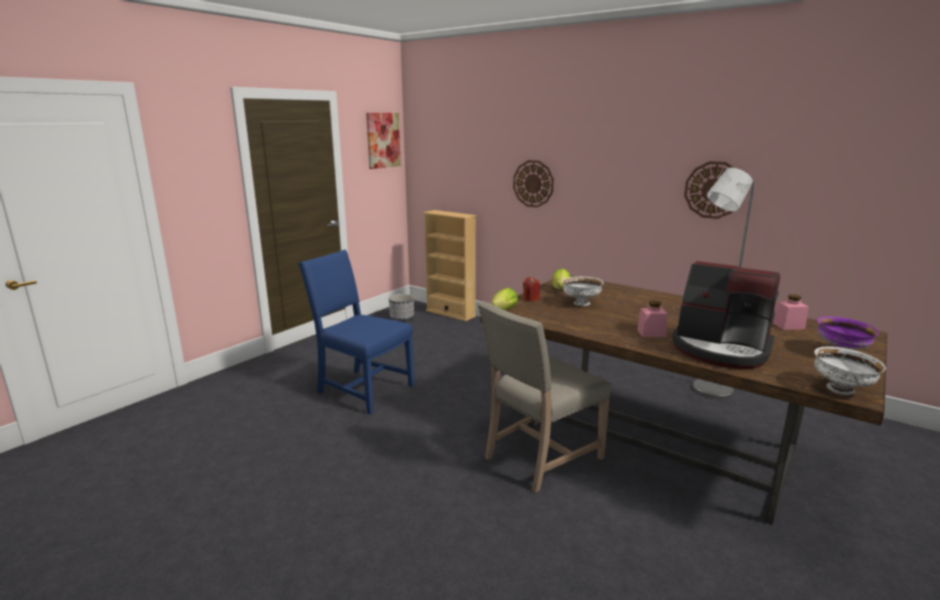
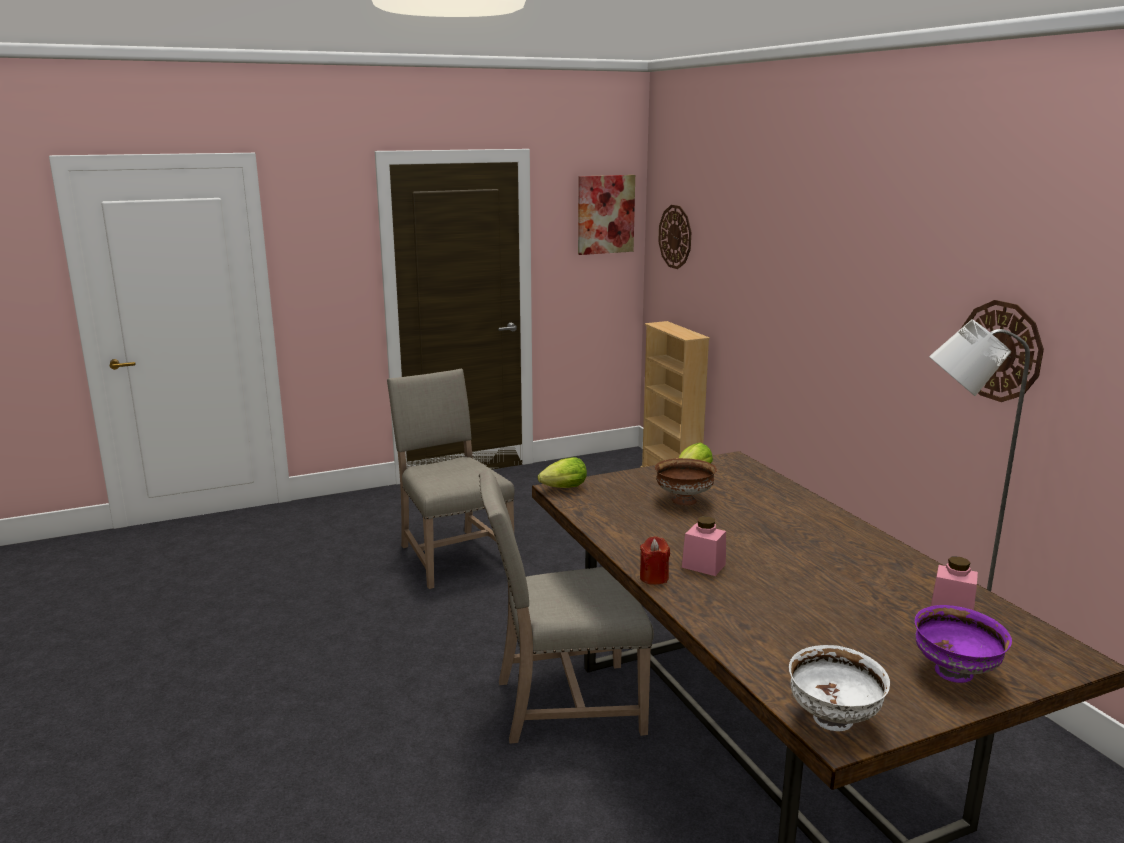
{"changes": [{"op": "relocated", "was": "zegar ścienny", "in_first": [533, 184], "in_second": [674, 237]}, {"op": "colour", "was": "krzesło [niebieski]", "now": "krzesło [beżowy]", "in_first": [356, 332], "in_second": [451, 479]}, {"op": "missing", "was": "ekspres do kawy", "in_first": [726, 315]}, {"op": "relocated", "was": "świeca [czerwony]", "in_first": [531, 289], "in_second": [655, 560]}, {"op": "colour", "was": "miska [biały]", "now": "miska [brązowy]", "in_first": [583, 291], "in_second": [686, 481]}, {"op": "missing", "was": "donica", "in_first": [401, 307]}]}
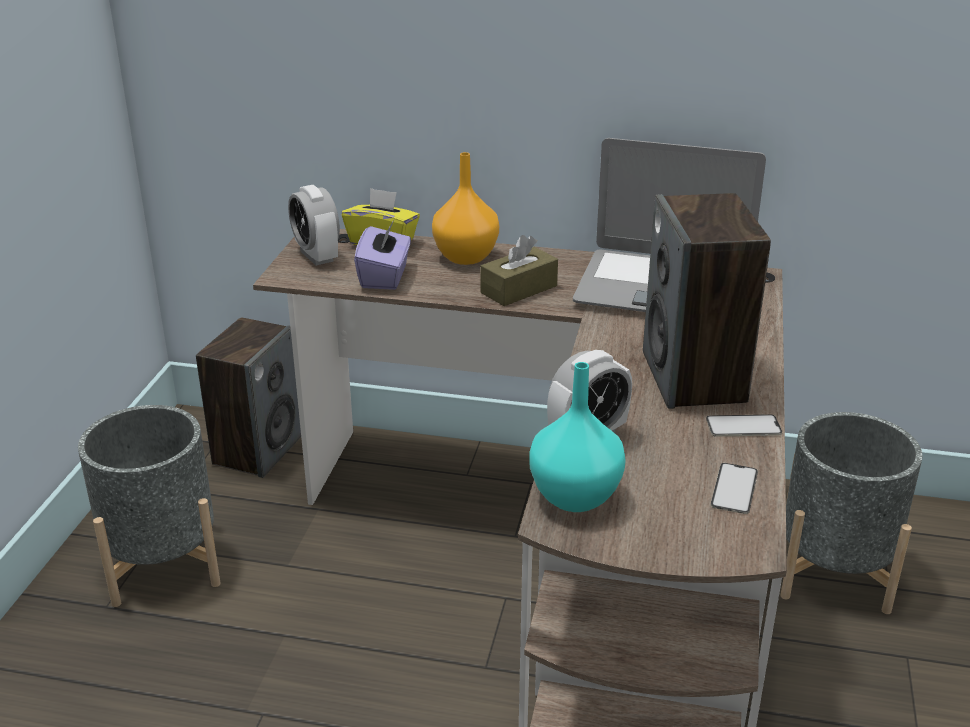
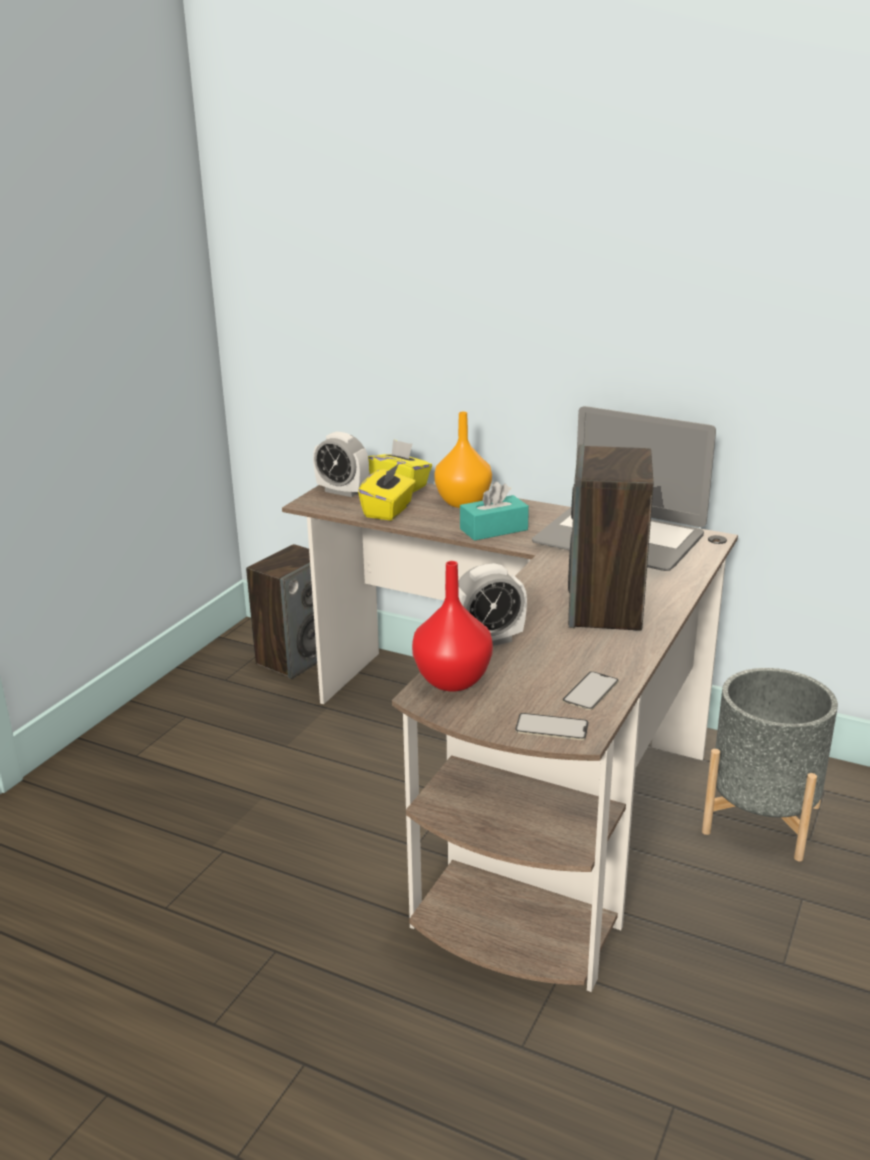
{"changes": [{"op": "spun", "was": "budzik", "in_first": [314, 225], "in_second": [341, 464], "clockwise": -45}, {"op": "colour", "was": "pudełko chusteczek [fioletowy]", "now": "pudełko chusteczek [żółty]", "in_first": [382, 255], "in_second": [387, 492]}, {"op": "colour", "was": "pudełko chusteczek [brązowy]", "now": "pudełko chusteczek [turkusowy]", "in_first": [519, 270], "in_second": [494, 511]}, {"op": "colour", "was": "wazon [turkusowy]", "now": "wazon [czerwony]", "in_first": [577, 437], "in_second": [452, 626]}, {"op": "missing", "was": "donica [szary]", "in_first": [149, 506]}, {"op": "relocated", "was": "telefon", "in_first": [744, 425], "in_second": [552, 726]}]}
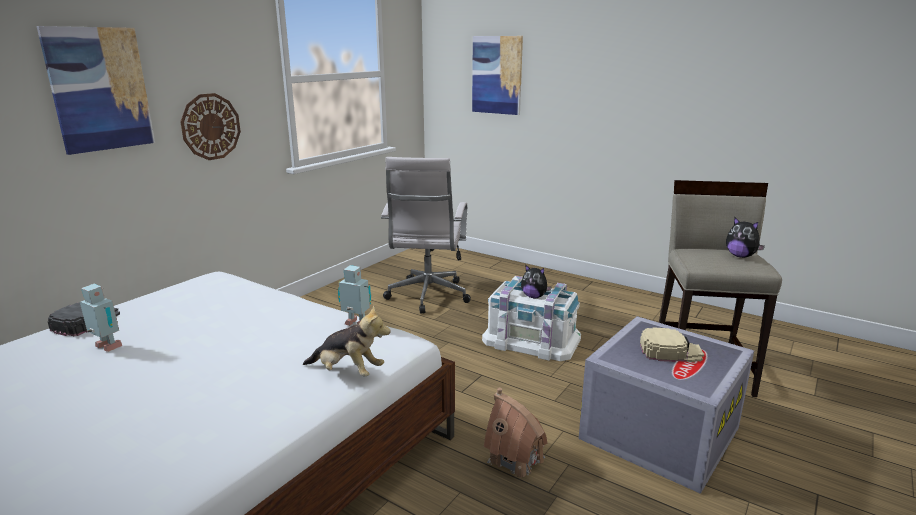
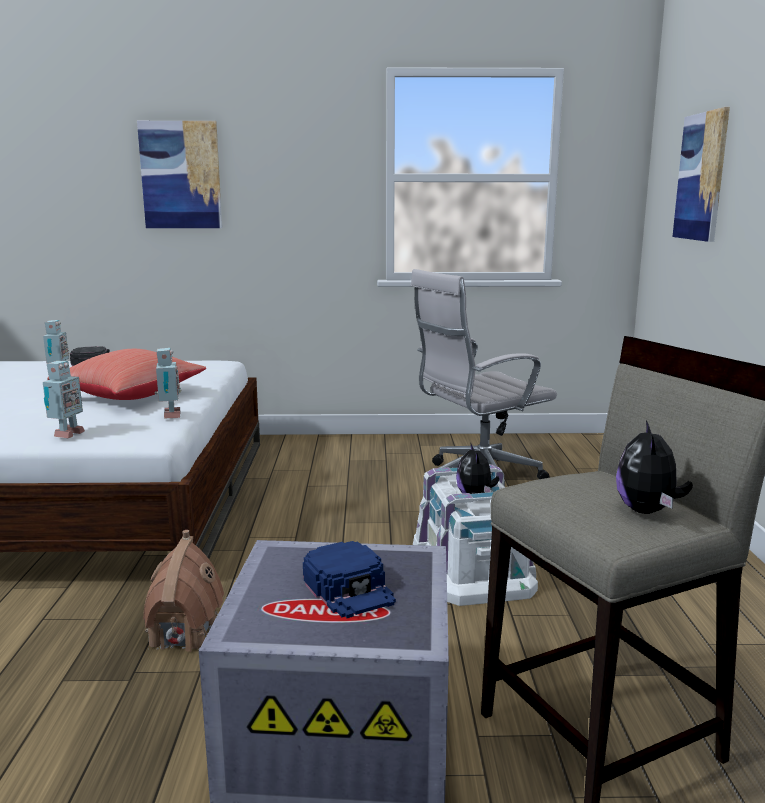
{"changes": [{"op": "missing", "was": "zegar ścienny", "in_first": [210, 126]}, {"op": "exchanged", "was": "pluszak", "now": "robot zabawkowy", "in_first": [347, 341], "in_second": [64, 399]}, {"op": "colour", "was": "czapka z daszkiem [beżowy]", "now": "czapka z daszkiem [niebieski]", "in_first": [672, 344], "in_second": [349, 579]}, {"op": "appeared", "now": "poduszka [czerwony]", "in_second": [126, 374]}]}
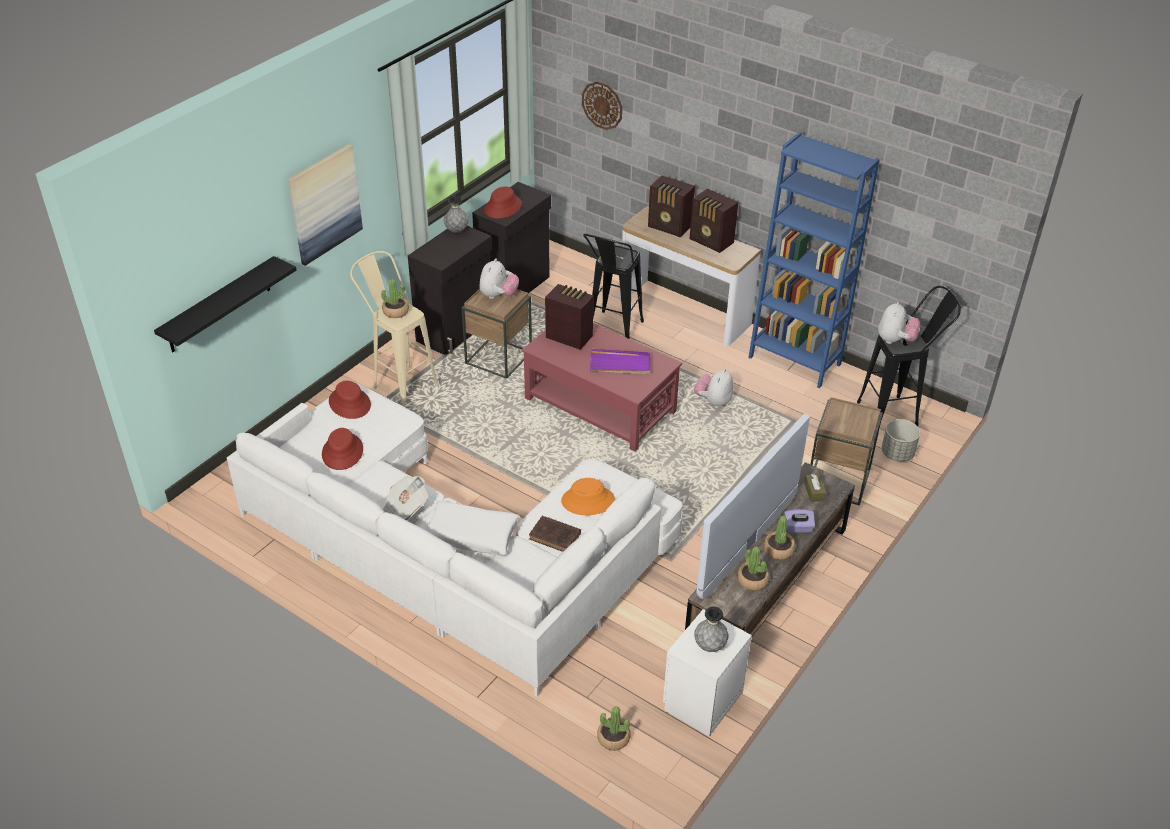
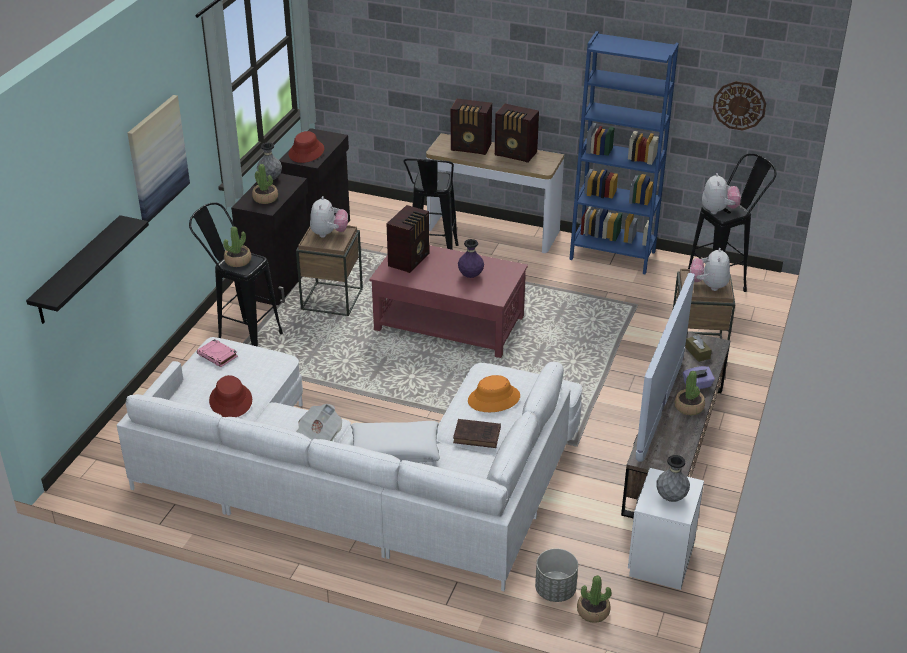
{"changes": [{"op": "relocated", "was": "zegar ścienny", "in_first": [602, 106], "in_second": [739, 105]}, {"op": "colour", "was": "stołek [beżowy]", "now": "stołek [czarny]", "in_first": [394, 329], "in_second": [236, 274]}, {"op": "spun", "was": "radio", "in_first": [569, 317], "in_second": [408, 239], "clockwise": 105}, {"op": "exchanged", "was": "taca [fioletowy]", "now": "wazon [fioletowy]", "in_first": [620, 362], "in_second": [471, 258]}, {"op": "relocated", "was": "pluszak", "in_first": [713, 388], "in_second": [710, 269]}, {"op": "exchanged", "was": "kapelusz [czerwony]", "now": "książka [różowy]", "in_first": [350, 399], "in_second": [217, 353]}, {"op": "relocated", "was": "donica [szary]", "in_first": [901, 440], "in_second": [556, 575]}, {"op": "relocated", "was": "roślina doniczkowa", "in_first": [753, 568], "in_second": [265, 184]}]}
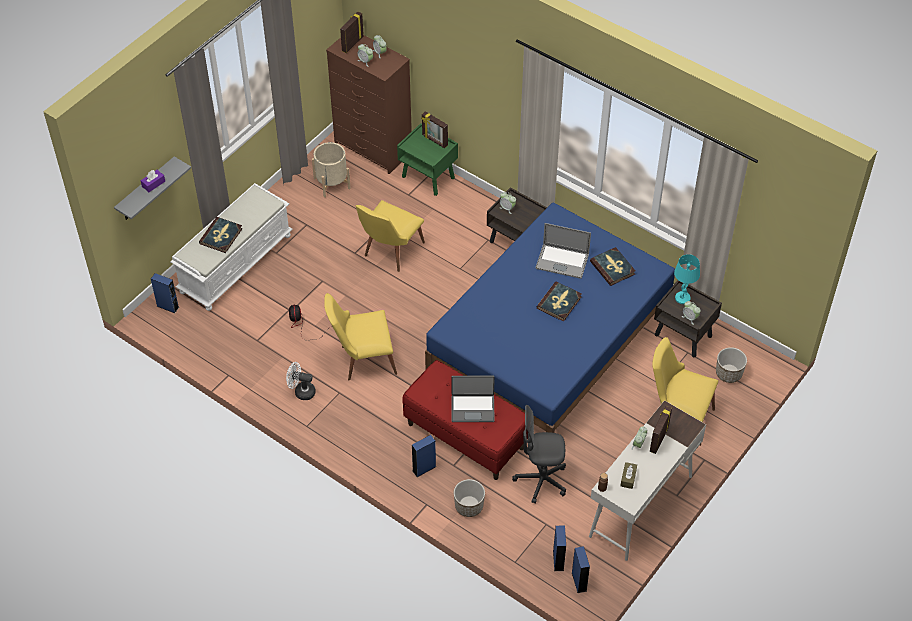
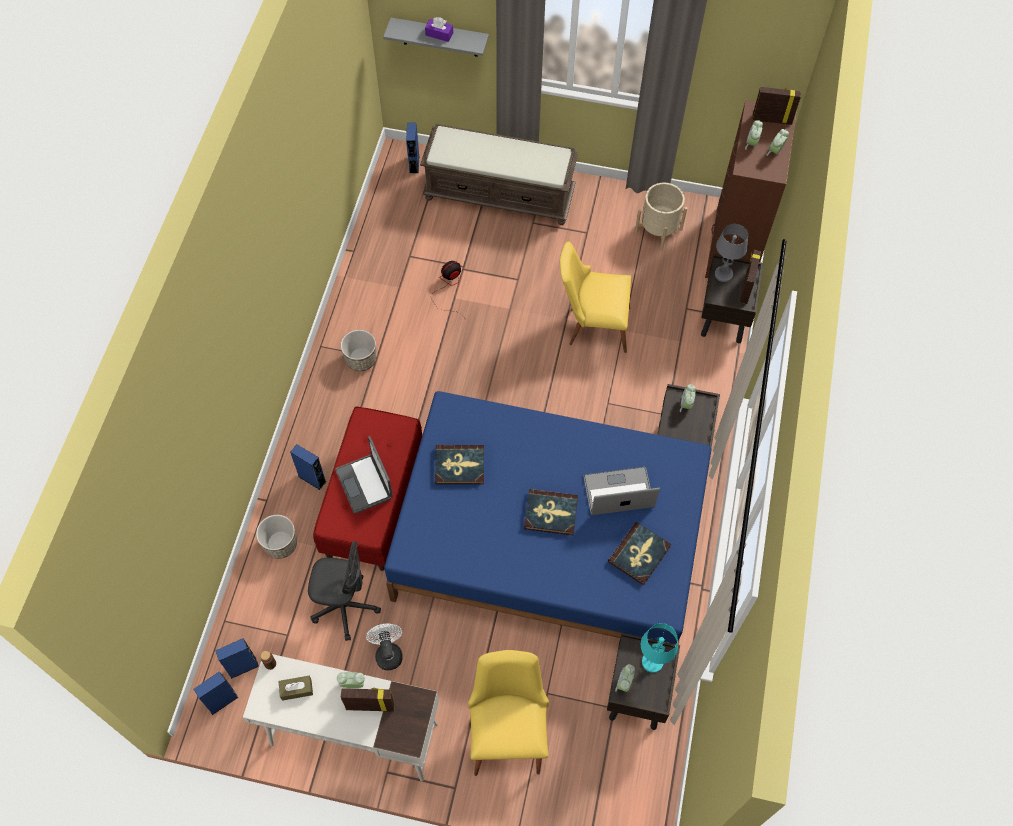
{"changes": [{"op": "colour", "was": "szafka nocna [zielony]", "now": "szafka nocna [brązowy]", "in_first": [427, 159], "in_second": [732, 298]}, {"op": "colour", "was": "ławka [biały]", "now": "ławka [brązowy]", "in_first": [231, 247], "in_second": [499, 174]}, {"op": "relocated", "was": "książka", "in_first": [220, 235], "in_second": [459, 464]}, {"op": "spun", "was": "laptop", "in_first": [563, 251], "in_second": [621, 491], "clockwise": 90}, {"op": "missing", "was": "krzesło [żółty]", "in_first": [360, 336]}, {"op": "relocated", "was": "donica", "in_first": [731, 365], "in_second": [359, 350]}, {"op": "relocated", "was": "wentylator [biały]", "in_first": [301, 381], "in_second": [384, 647]}, {"op": "spun", "was": "krzesło biurowe [szary]", "in_first": [539, 454], "in_second": [344, 591], "clockwise": 120}, {"op": "appeared", "now": "lampa stołowa [szary]", "in_second": [731, 253]}]}
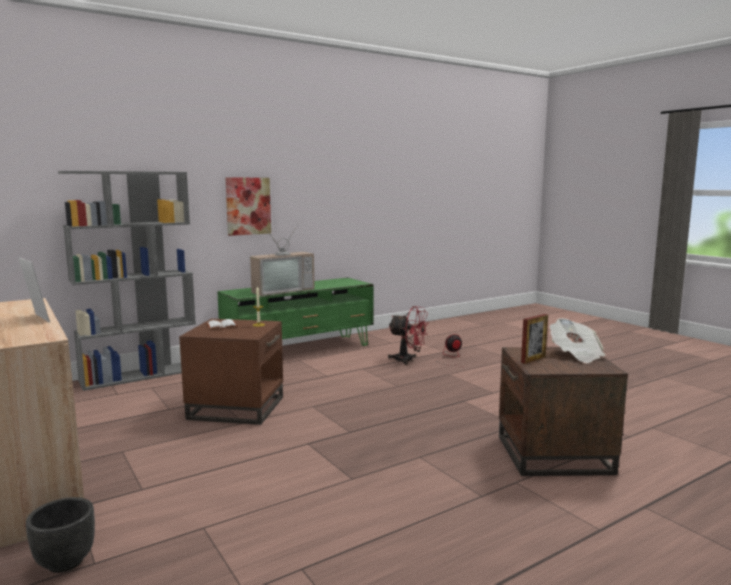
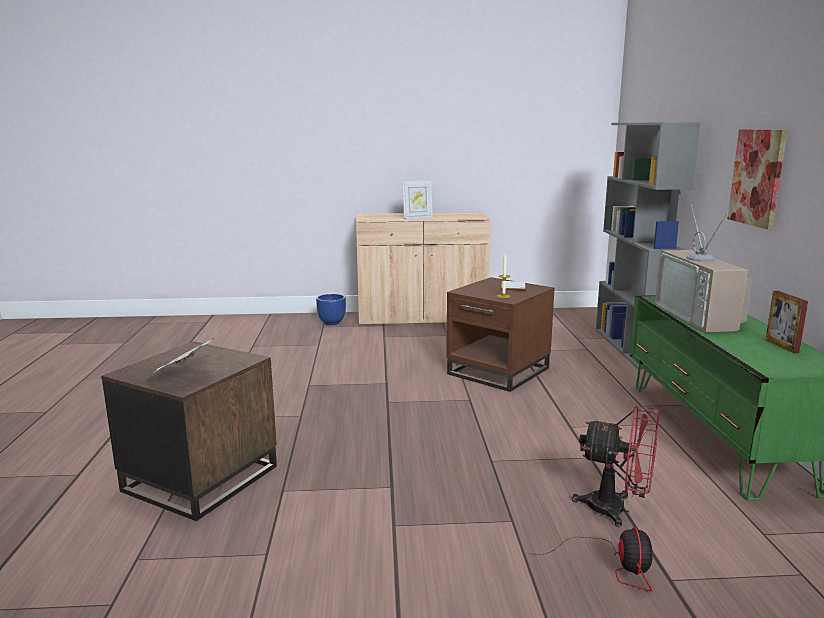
{"changes": [{"op": "spun", "was": "wentylator [czerwony]", "in_first": [408, 335], "in_second": [615, 465], "clockwise": -120}, {"op": "relocated", "was": "ramka na zdjęcie", "in_first": [534, 339], "in_second": [787, 322]}, {"op": "colour", "was": "donica [czarny]", "now": "donica [niebieski]", "in_first": [60, 535], "in_second": [331, 309]}]}
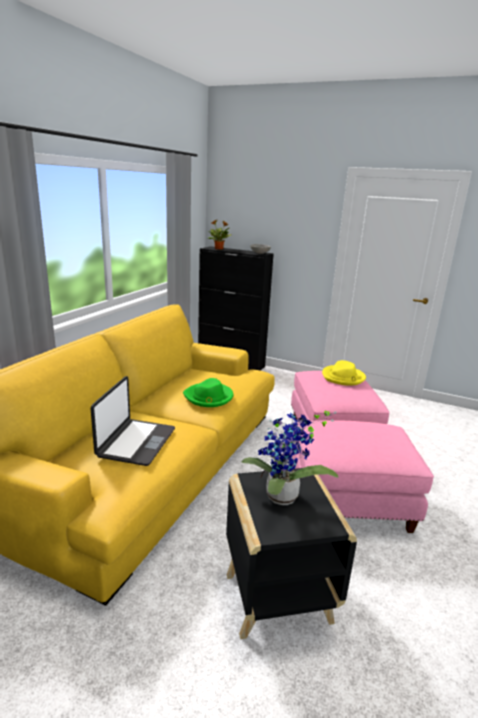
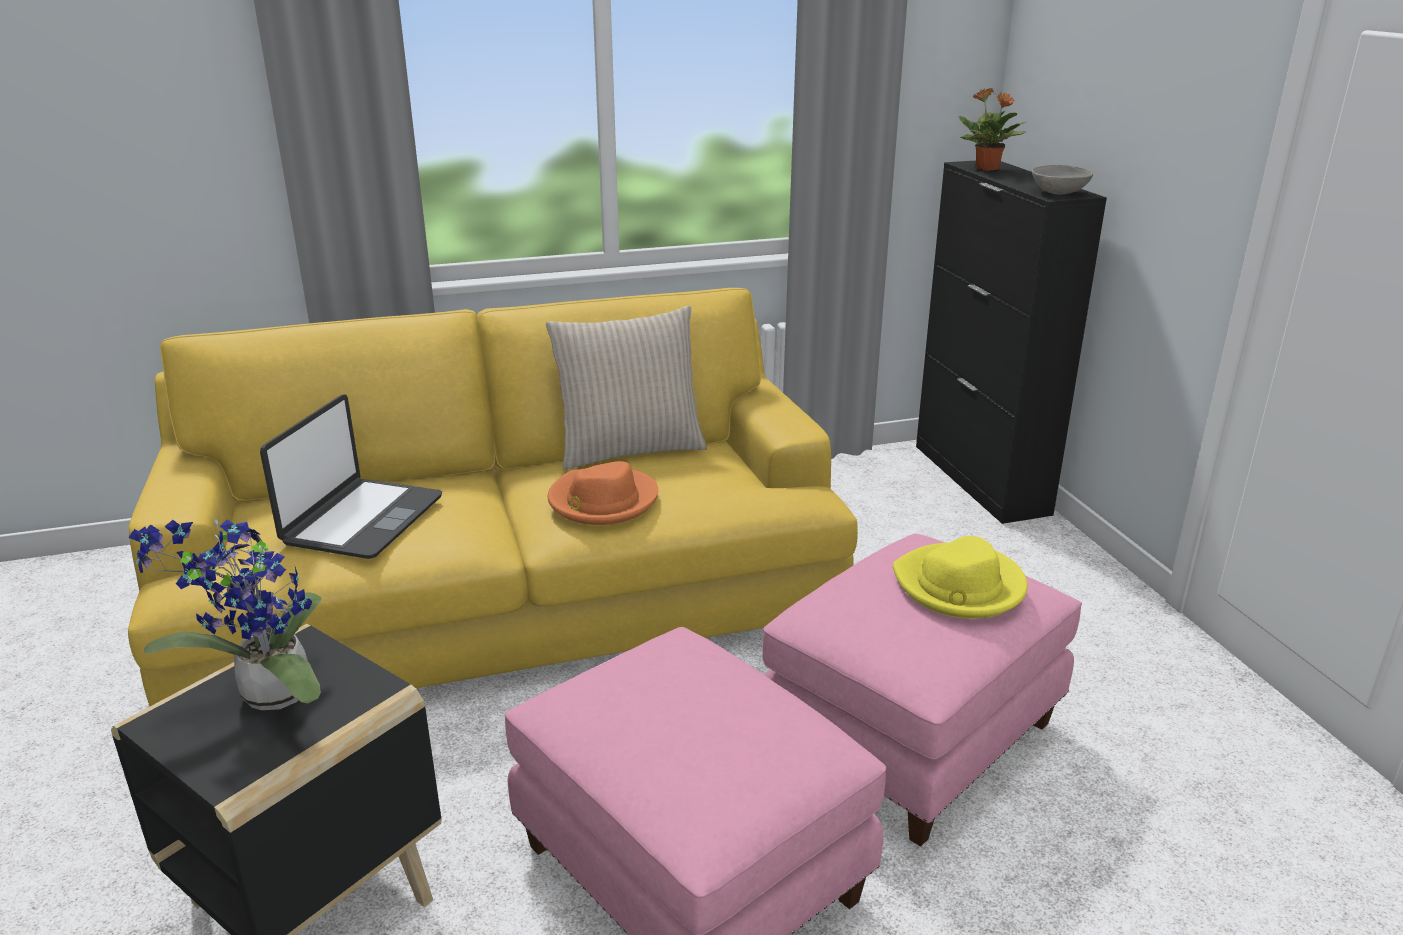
{"changes": [{"op": "spun", "was": "laptop", "in_first": [132, 421], "in_second": [351, 476], "clockwise": -45}, {"op": "colour", "was": "kapelusz [zielony]", "now": "kapelusz [pomarańczowy]", "in_first": [208, 392], "in_second": [603, 493]}, {"op": "appeared", "now": "poduszka [beżowy]", "in_second": [626, 388]}]}
